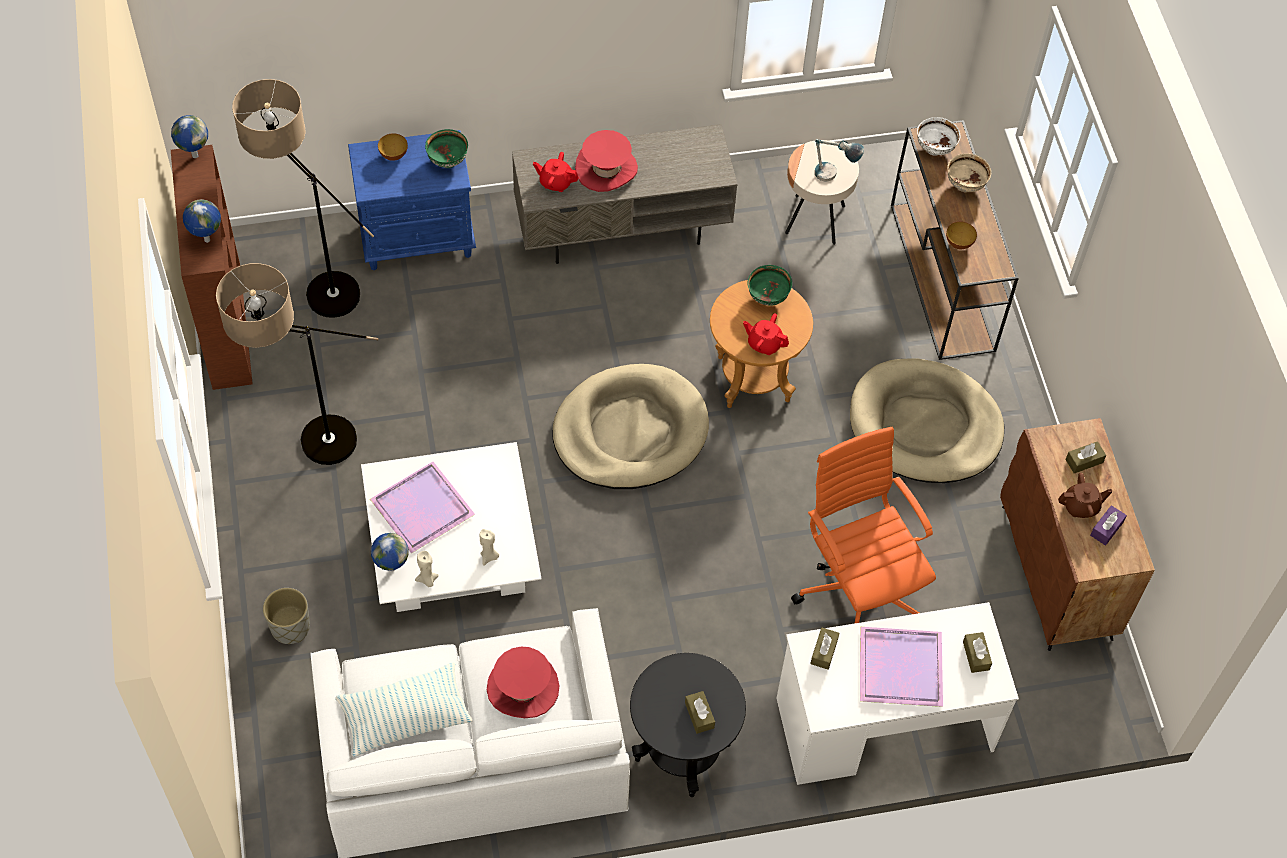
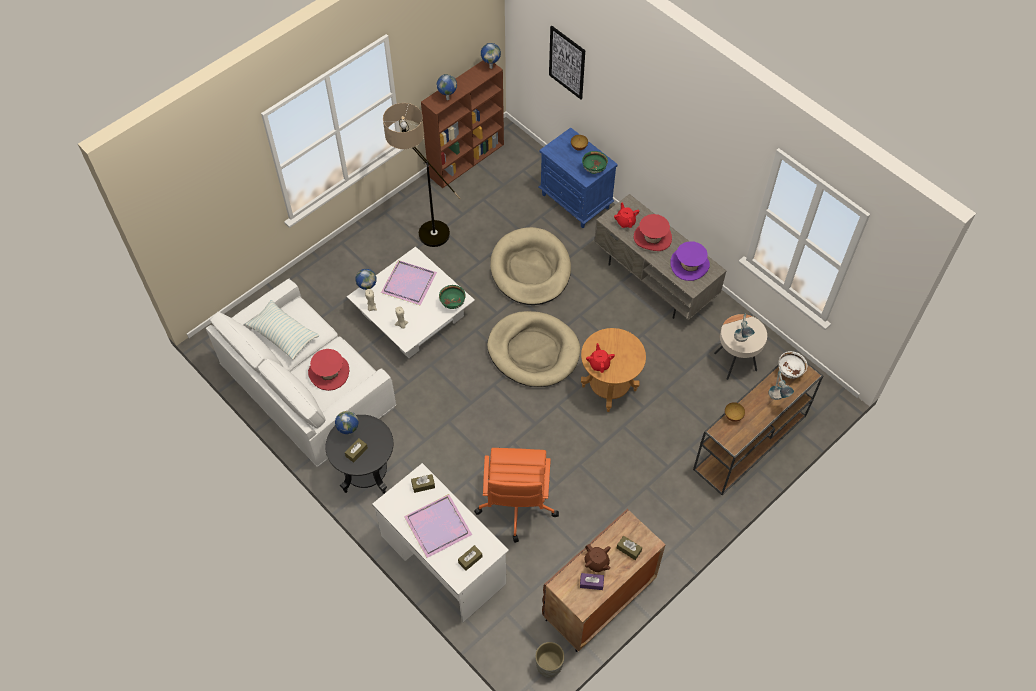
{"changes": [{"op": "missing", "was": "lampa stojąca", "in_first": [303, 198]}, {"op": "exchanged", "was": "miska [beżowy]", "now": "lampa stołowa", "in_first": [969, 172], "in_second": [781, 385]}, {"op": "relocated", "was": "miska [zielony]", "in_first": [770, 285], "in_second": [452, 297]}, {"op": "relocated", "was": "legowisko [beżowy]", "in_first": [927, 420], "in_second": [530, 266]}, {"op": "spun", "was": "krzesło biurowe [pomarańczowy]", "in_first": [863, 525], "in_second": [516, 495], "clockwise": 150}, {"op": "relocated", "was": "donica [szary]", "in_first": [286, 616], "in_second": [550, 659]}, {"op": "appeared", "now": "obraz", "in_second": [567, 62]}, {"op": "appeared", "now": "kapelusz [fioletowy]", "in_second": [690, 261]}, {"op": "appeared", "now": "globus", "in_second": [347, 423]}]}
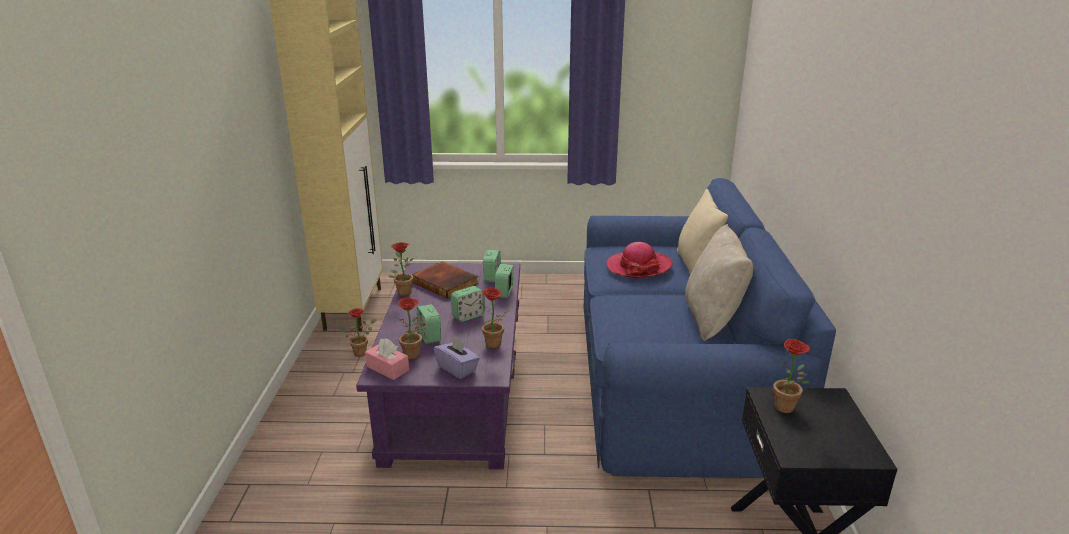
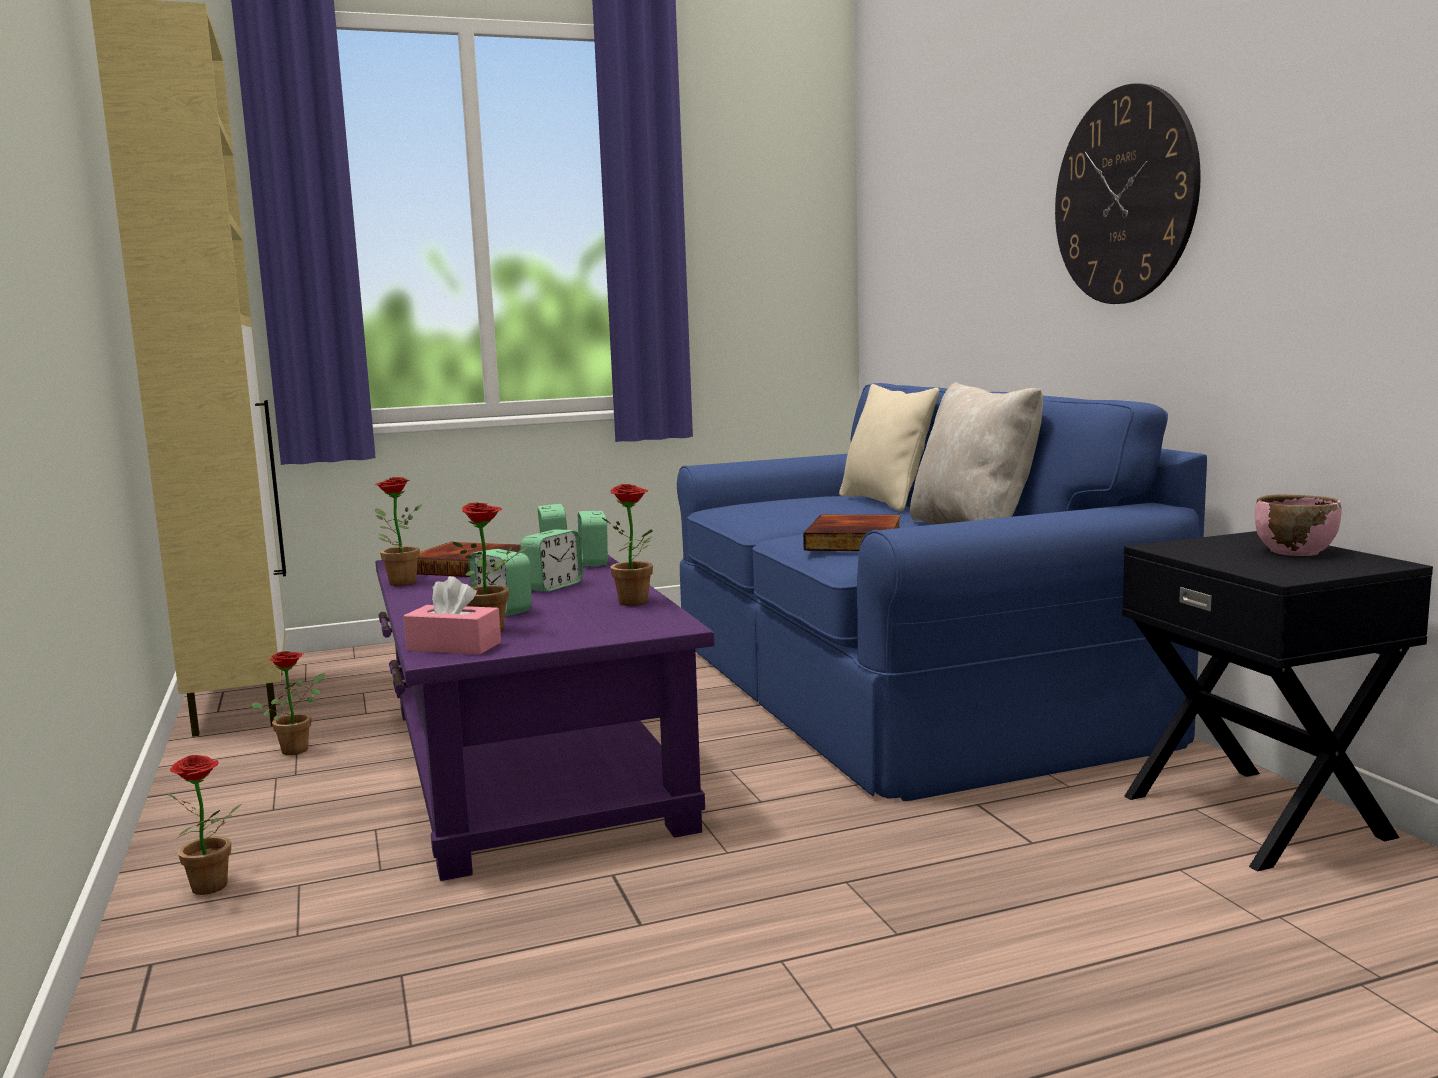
{"changes": [{"op": "missing", "was": "kapelusz", "in_first": [639, 260]}, {"op": "missing", "was": "pudełko chusteczek [fioletowy]", "in_first": [457, 357]}, {"op": "relocated", "was": "roślina doniczkowa", "in_first": [791, 376], "in_second": [204, 825]}, {"op": "appeared", "now": "zegar ścienny", "in_second": [1128, 194]}, {"op": "appeared", "now": "miska [różowy]", "in_second": [1298, 525]}, {"op": "appeared", "now": "książka", "in_second": [852, 533]}]}
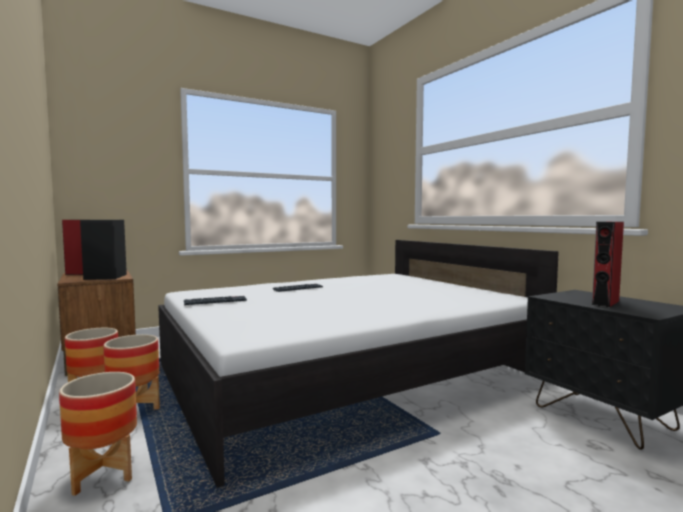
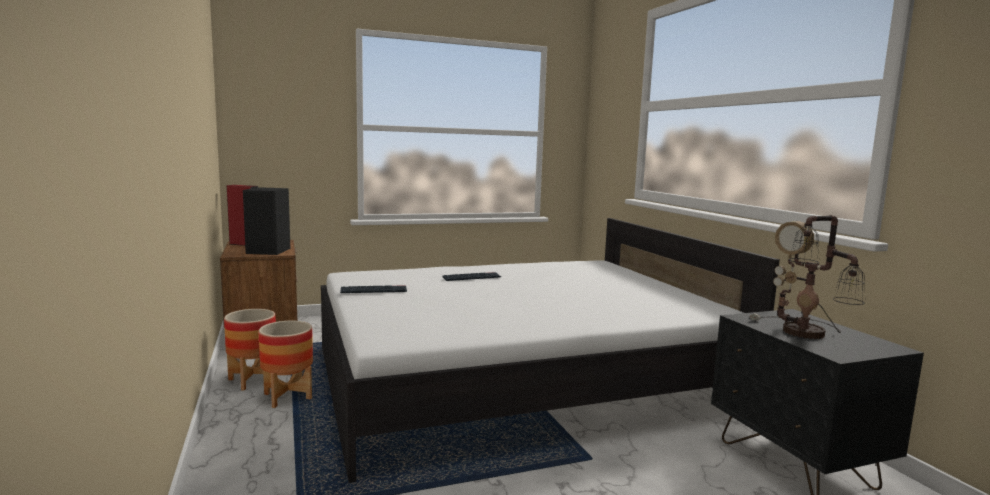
{"changes": [{"op": "exchanged", "was": "głośnik [czerwony]", "now": "lampa stołowa", "in_first": [608, 265], "in_second": [807, 277]}, {"op": "missing", "was": "donica", "in_first": [98, 434]}]}
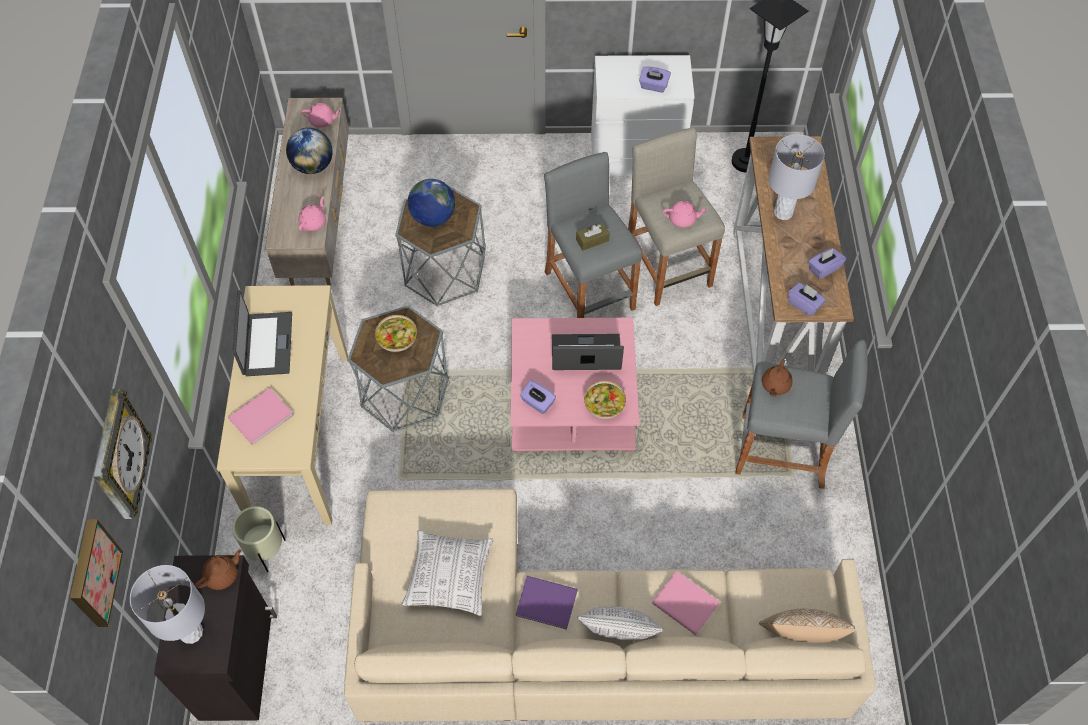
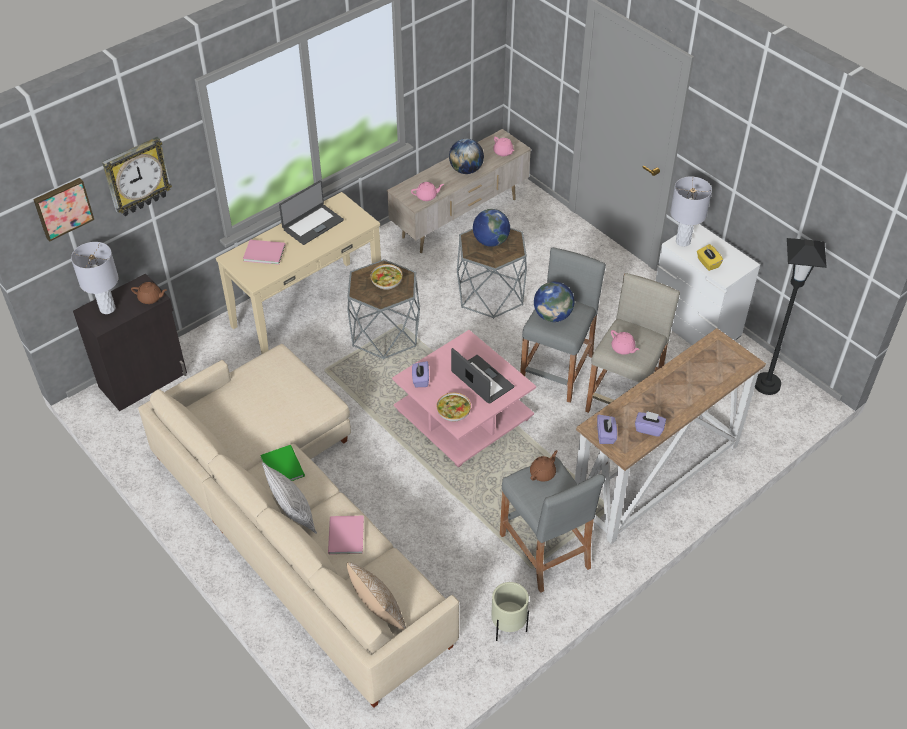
{"changes": [{"op": "colour", "was": "pudełko chusteczek [fioletowy]", "now": "pudełko chusteczek [żółty]", "in_first": [655, 79], "in_second": [710, 257]}, {"op": "relocated", "was": "lampa stołowa [szary]", "in_first": [796, 177], "in_second": [691, 211]}, {"op": "exchanged", "was": "pudełko chusteczek [brązowy]", "now": "globus", "in_first": [593, 236], "in_second": [554, 302]}, {"op": "spun", "was": "imbryk [brązowy]", "in_first": [777, 377], "in_second": [543, 466], "clockwise": 150}, {"op": "relocated", "was": "donica [beżowy]", "in_first": [259, 539], "in_second": [510, 611]}, {"op": "missing", "was": "poduszka", "in_first": [448, 573]}, {"op": "colour", "was": "książka [fioletowy]", "now": "książka [zielony]", "in_first": [547, 603], "in_second": [282, 463]}]}
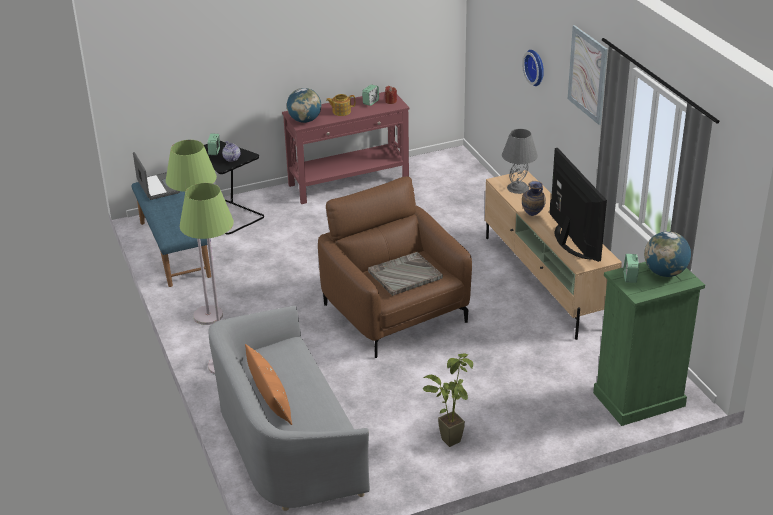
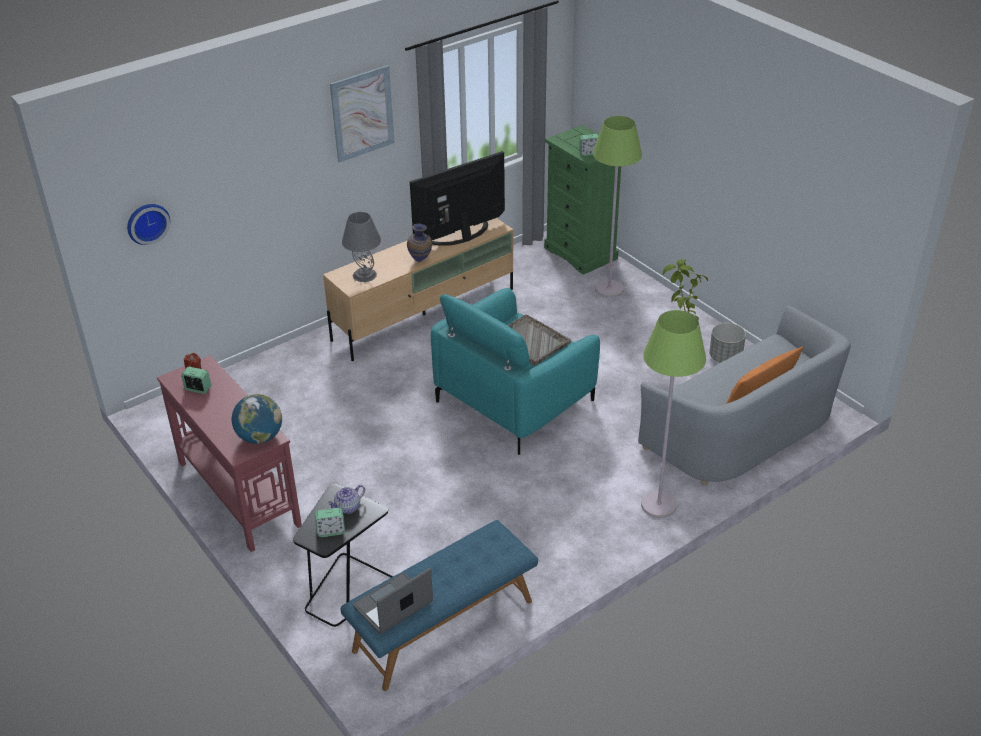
{"changes": [{"op": "relocated", "was": "zegar ścienny", "in_first": [533, 68], "in_second": [148, 224]}, {"op": "missing", "was": "imbryk", "in_first": [340, 105]}, {"op": "relocated", "was": "lampa stojąca [zielony]", "in_first": [194, 232], "in_second": [617, 207]}, {"op": "colour", "was": "fotel [brązowy]", "now": "fotel [turkusowy]", "in_first": [395, 267], "in_second": [515, 371]}, {"op": "missing", "was": "globus", "in_first": [667, 254]}, {"op": "appeared", "now": "donica [szary]", "in_second": [727, 343]}]}
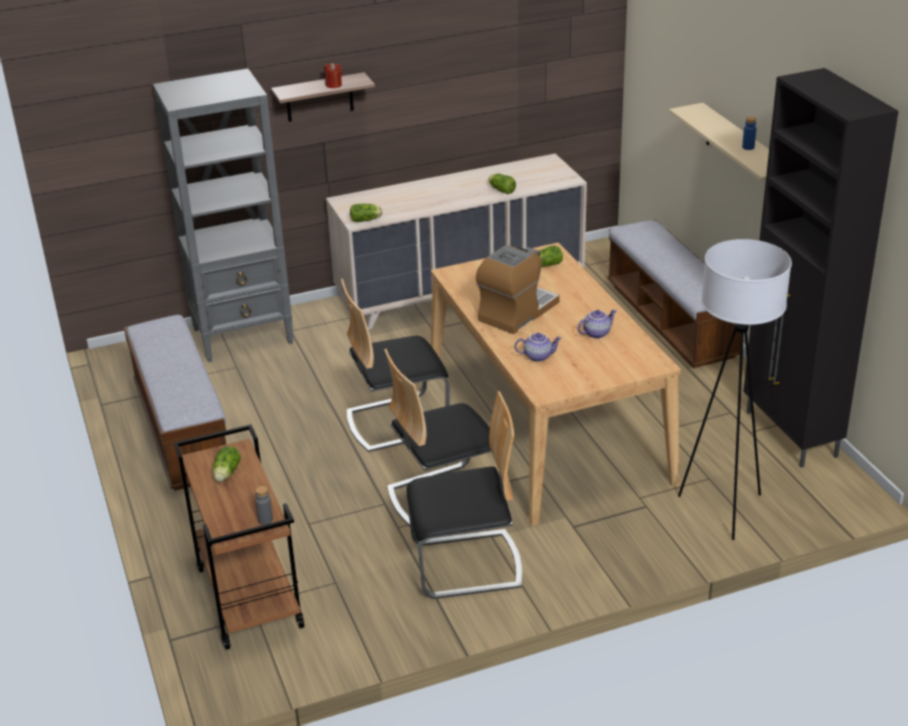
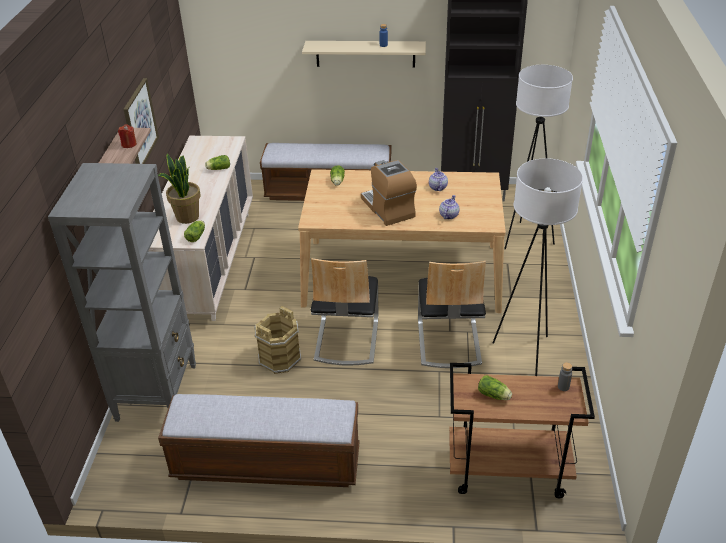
{"changes": [{"op": "exchanged", "was": "krzesło", "now": "lampa stojąca [biały]", "in_first": [464, 495], "in_second": [537, 267]}, {"op": "appeared", "now": "obraz", "in_second": [141, 121]}, {"op": "appeared", "now": "roślina doniczkowa", "in_second": [179, 188]}, {"op": "appeared", "now": "wiadro [brązowy]", "in_second": [277, 340]}]}
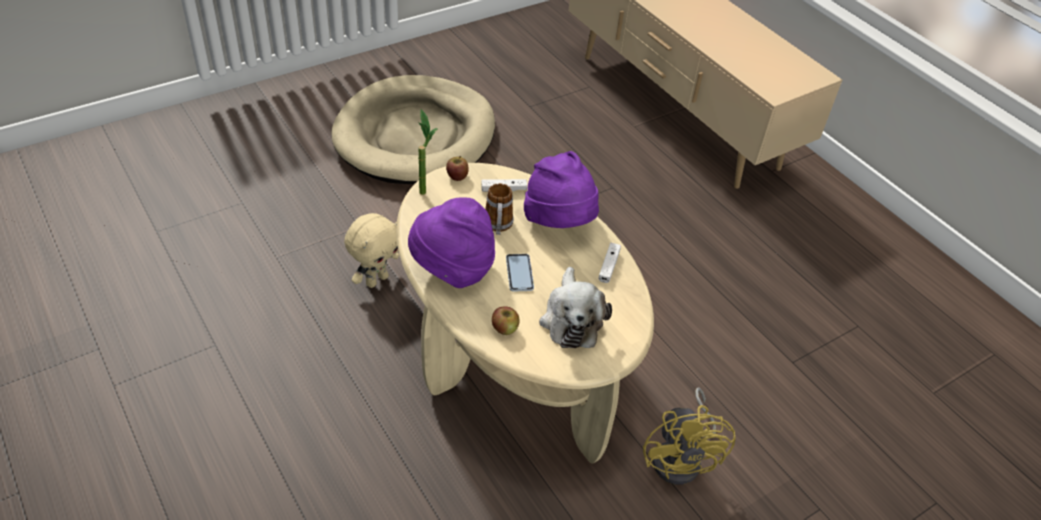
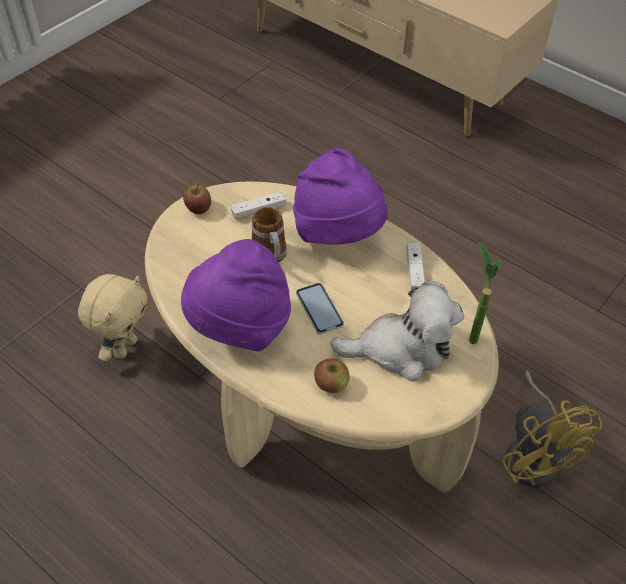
{"changes": [{"op": "missing", "was": "legowisko [beżowy]", "in_first": [413, 129]}, {"op": "relocated", "was": "roślina doniczkowa", "in_first": [428, 152], "in_second": [485, 292]}, {"op": "spun", "was": "pluszak", "in_first": [575, 307], "in_second": [397, 331], "clockwise": -75}]}
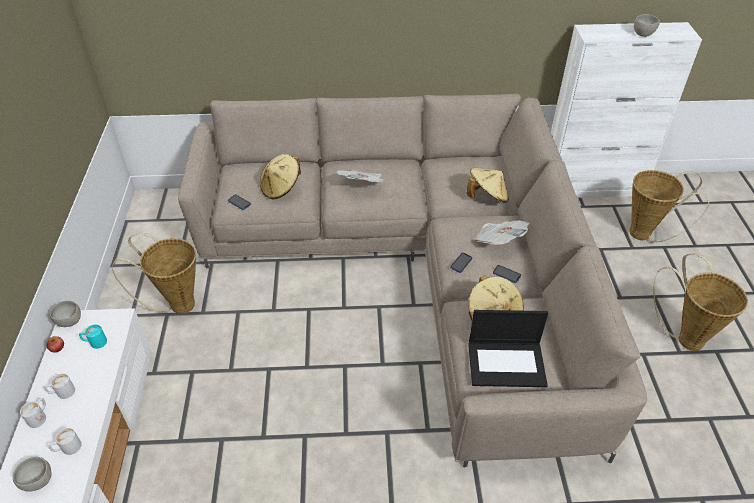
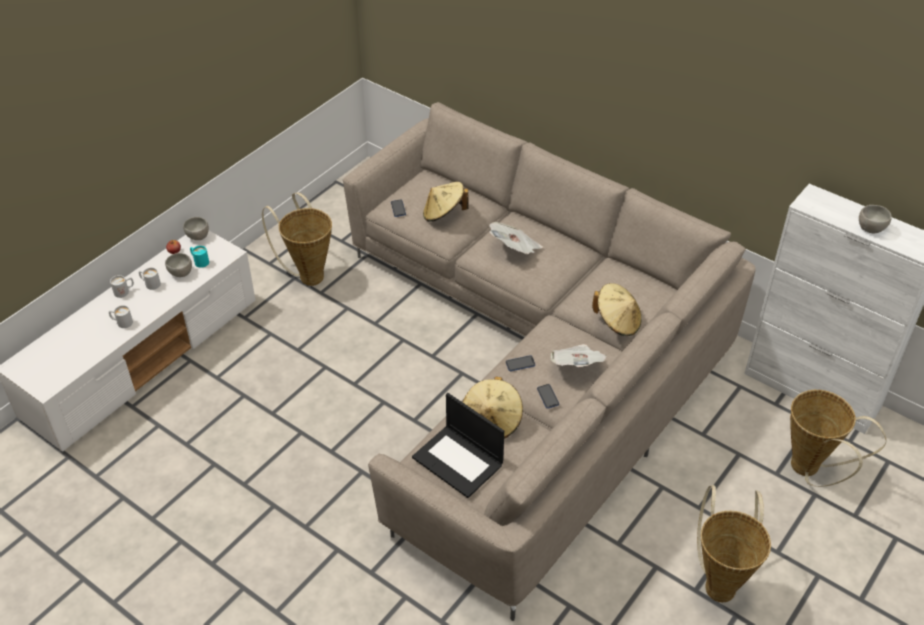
{"changes": [{"op": "relocated", "was": "miska [szary]", "in_first": [32, 474], "in_second": [178, 265]}]}
